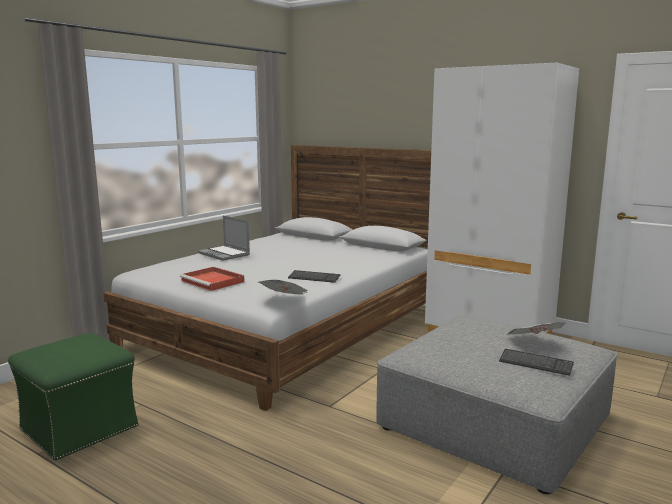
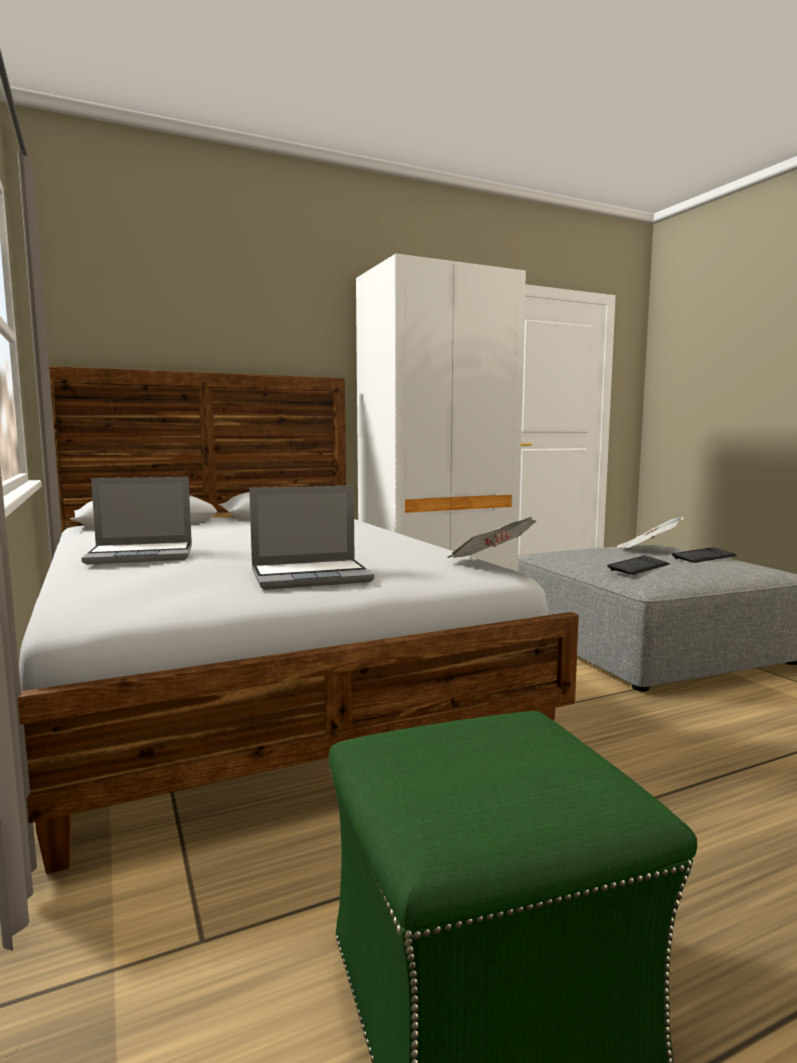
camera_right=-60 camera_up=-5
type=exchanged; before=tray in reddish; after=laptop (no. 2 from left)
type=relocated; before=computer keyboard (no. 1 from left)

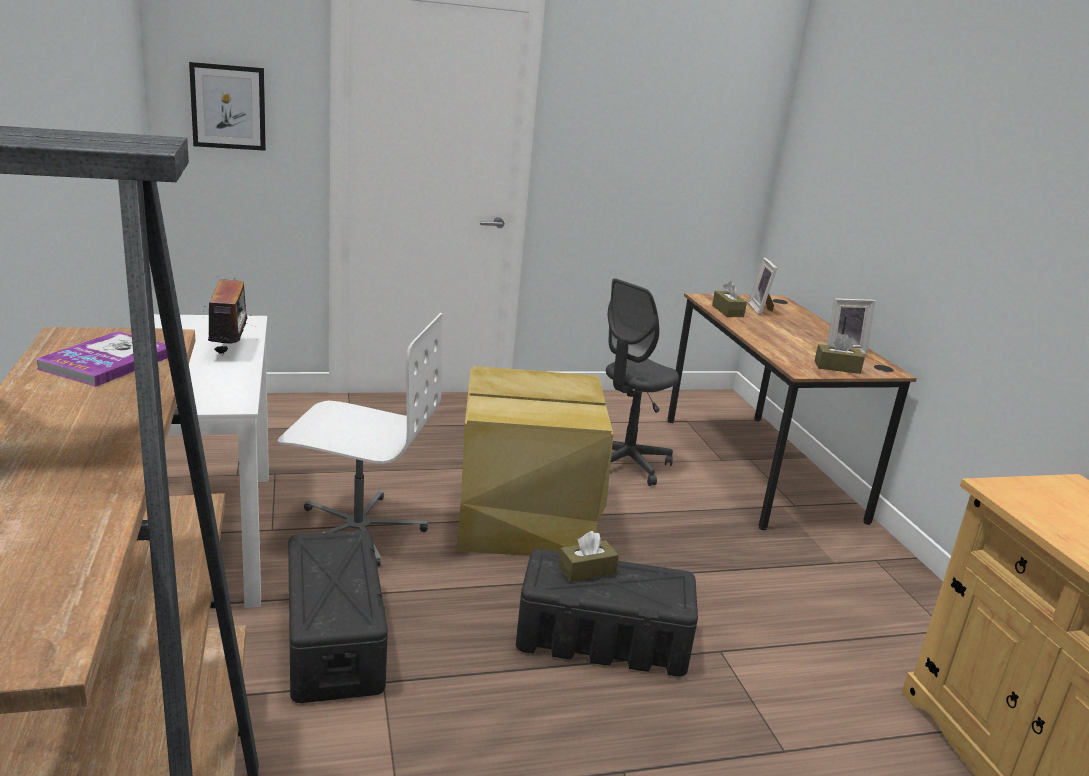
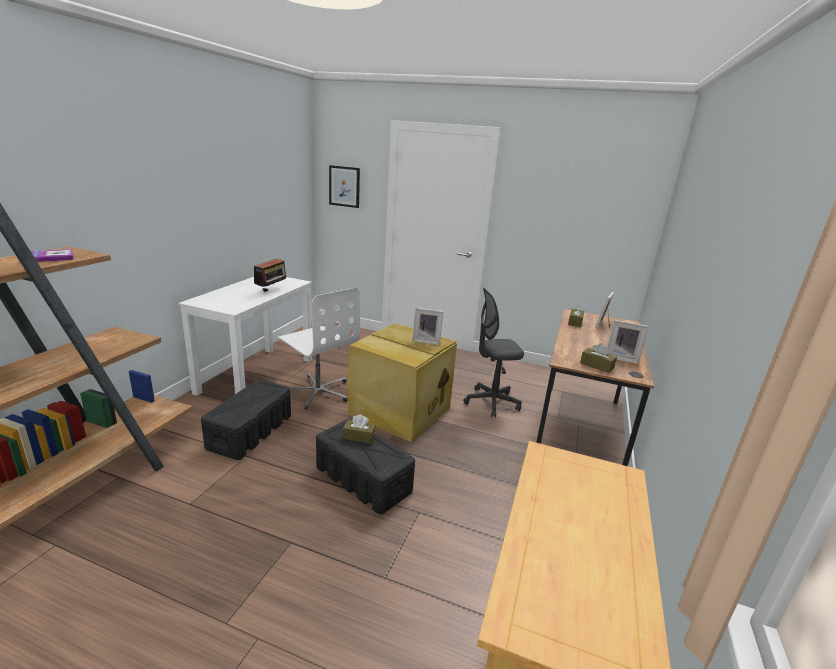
camera_right=35 camera_up=0
type=appeared; after=standing frame (no. 1 from left)

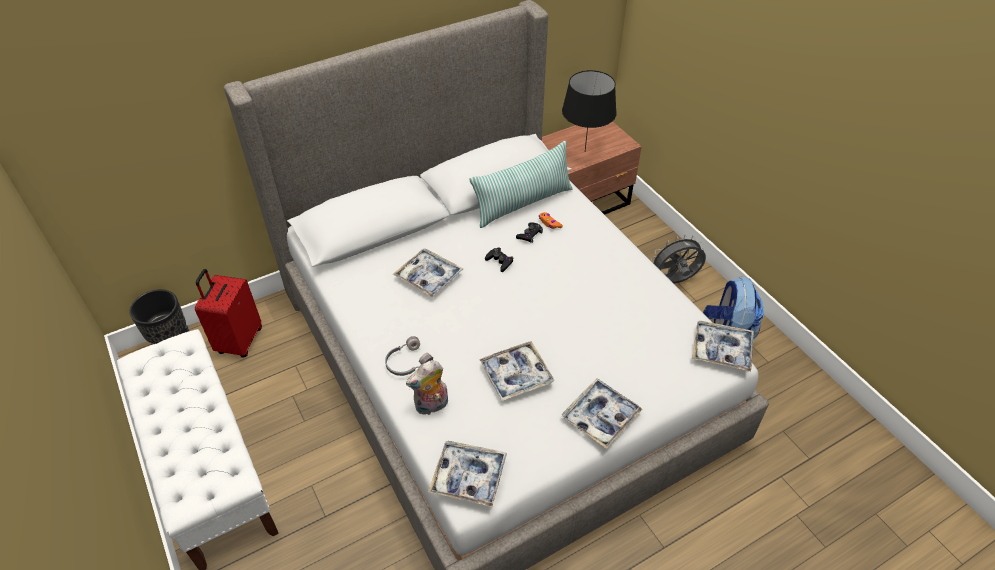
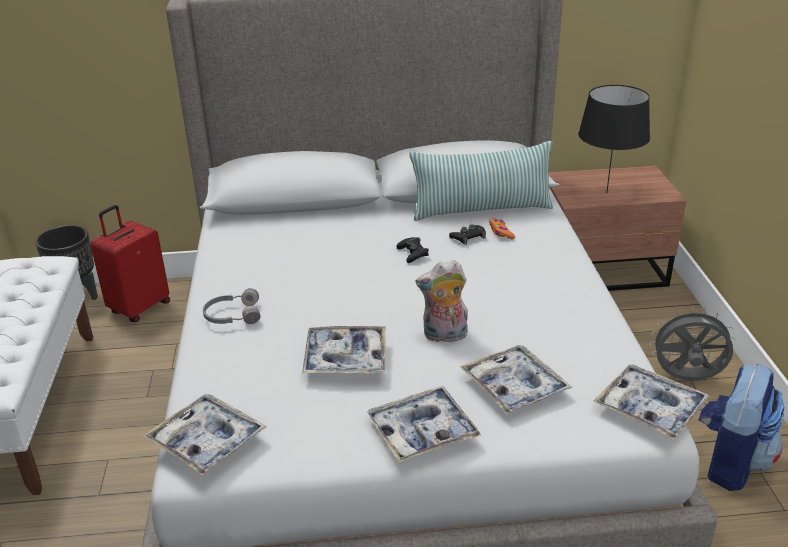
camera_right=25 camera_up=-15
type=relocated; before=tray (no. 1 from left in the first image); after=tray (no. 4 from left)
type=relocated; before=plush toy

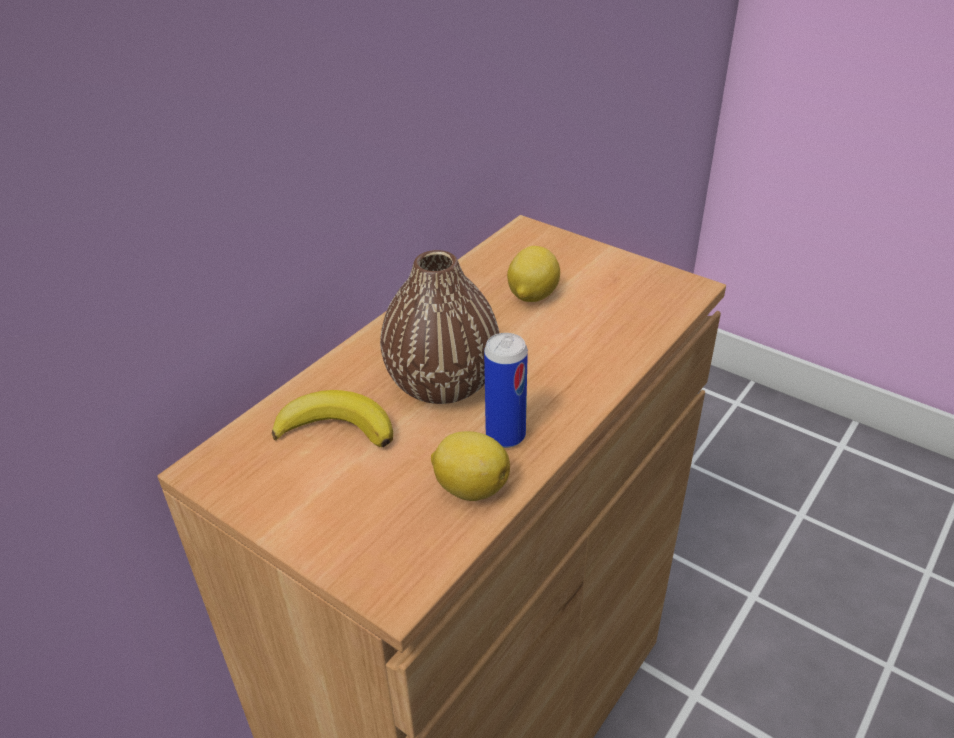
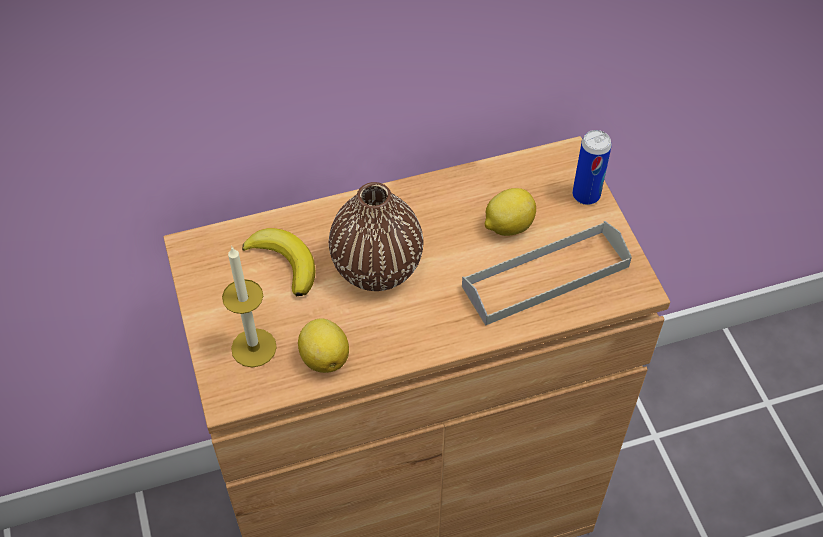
camera_right=35 camera_up=15
type=relocated; before=can
type=appeared; after=wax light
type=appeared; after=tray in gray

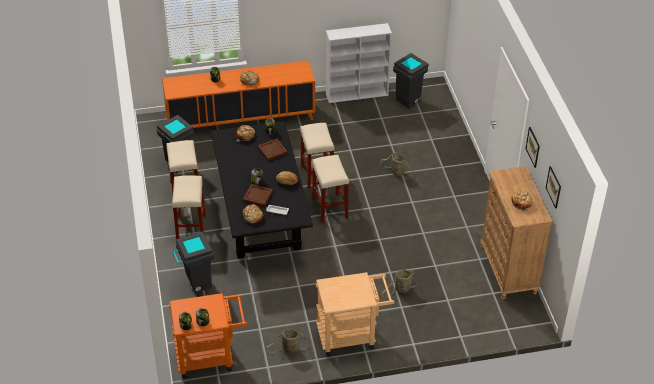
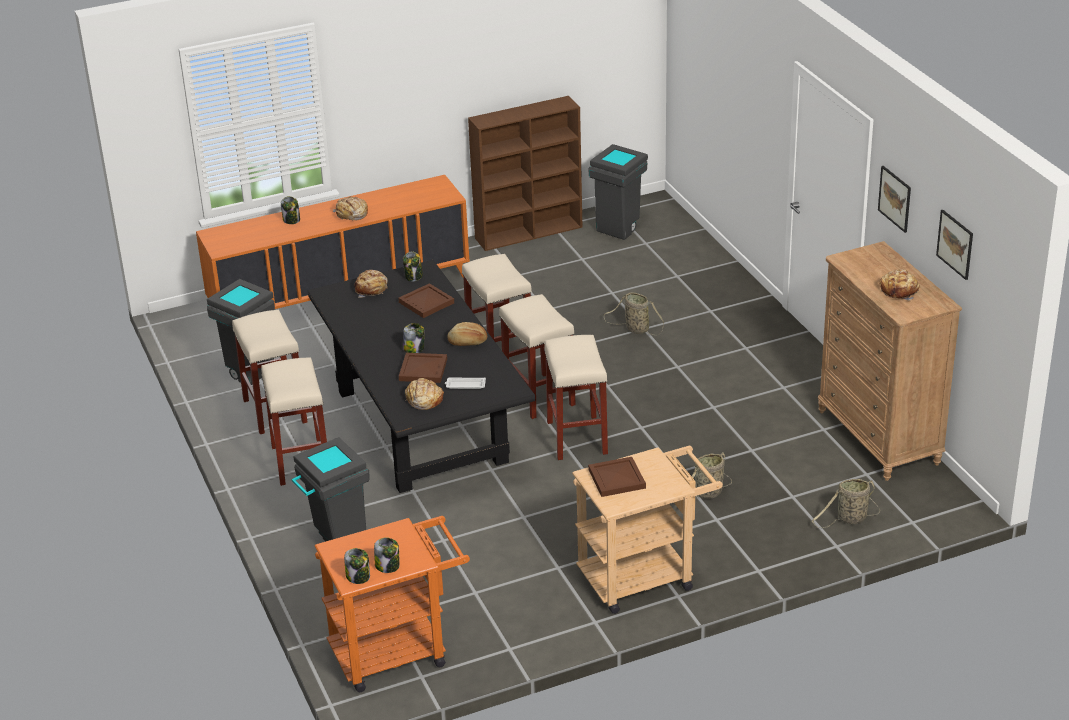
camera_right=-10 camera_up=-10
type=relocated; before=storage basket (no. 1 from left in the first image); after=storage basket (no. 3 from left)
type=colour; before=shelving unit in whitish; after=shelving unit in brownish
type=appeared; after=stool in beige (no. 5 from left)
type=appeared; after=tray in brownish (no. 3 from left)

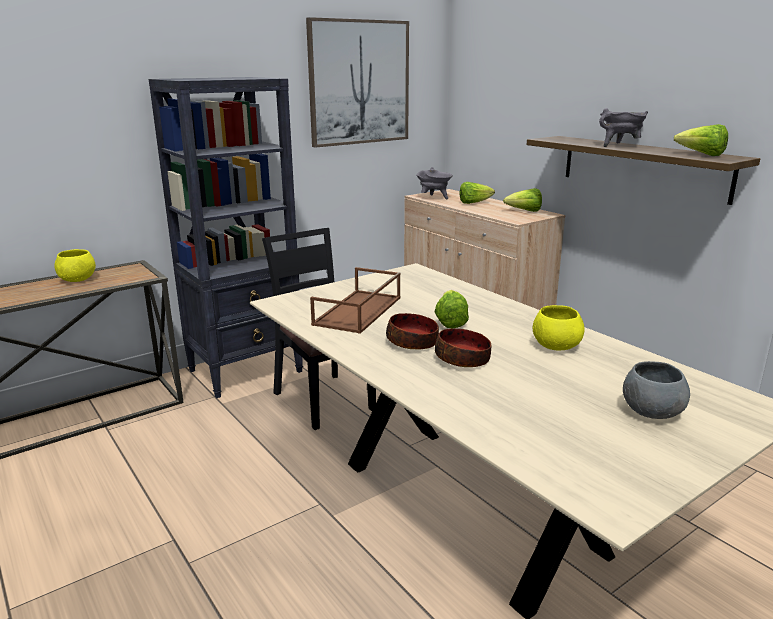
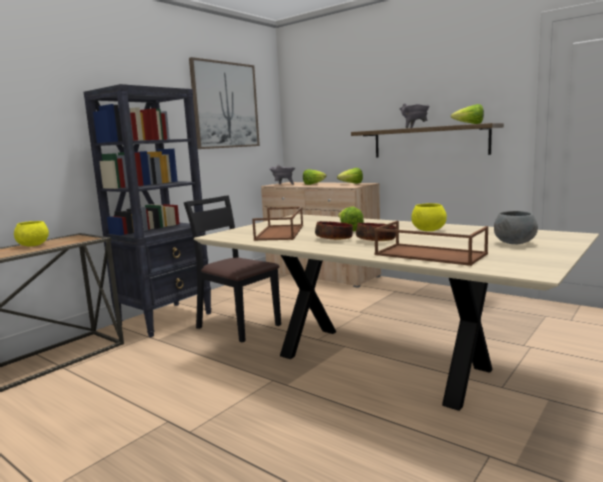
camera_right=-15 camera_up=-10
type=appeared; after=tray in brownish (no. 2 from left)

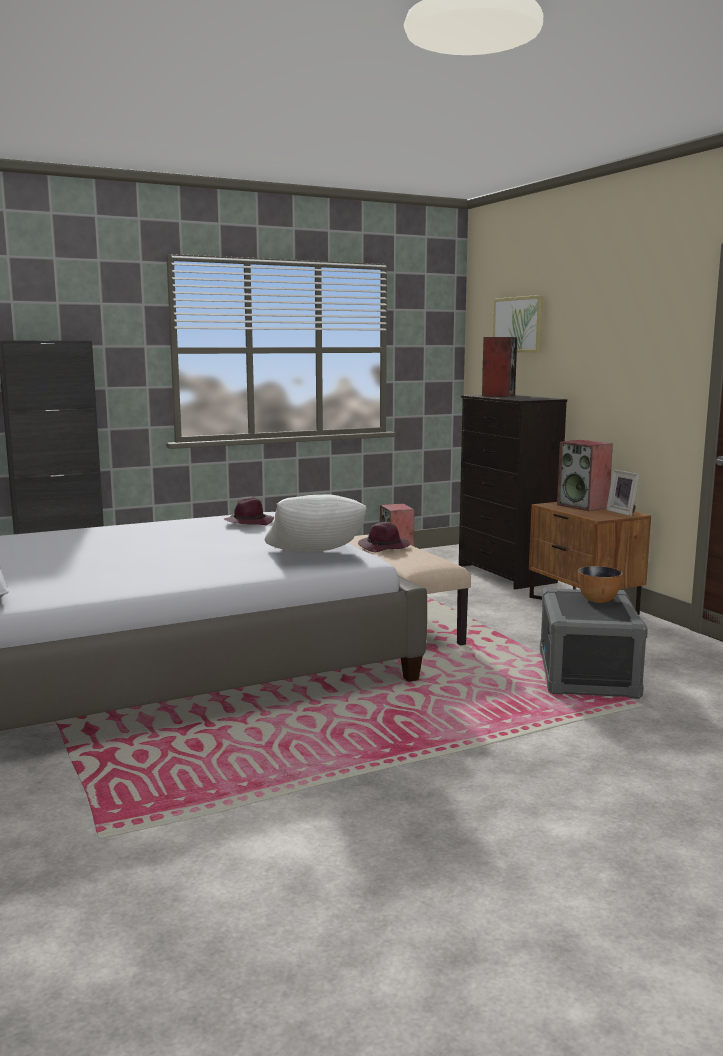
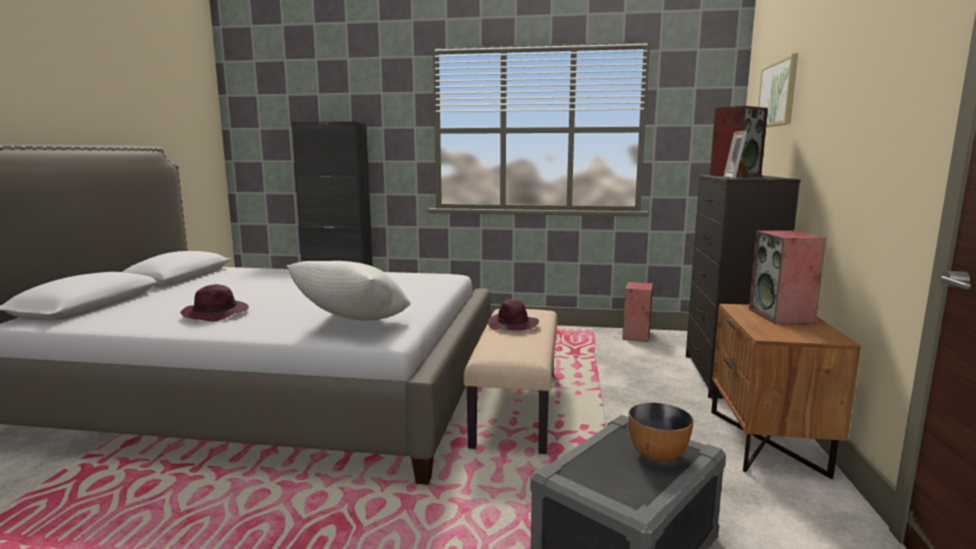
camera_right=35 camera_up=0
type=relocated; before=clothing hat in purplish (no. 1 from left)
type=relocated; before=standing frame

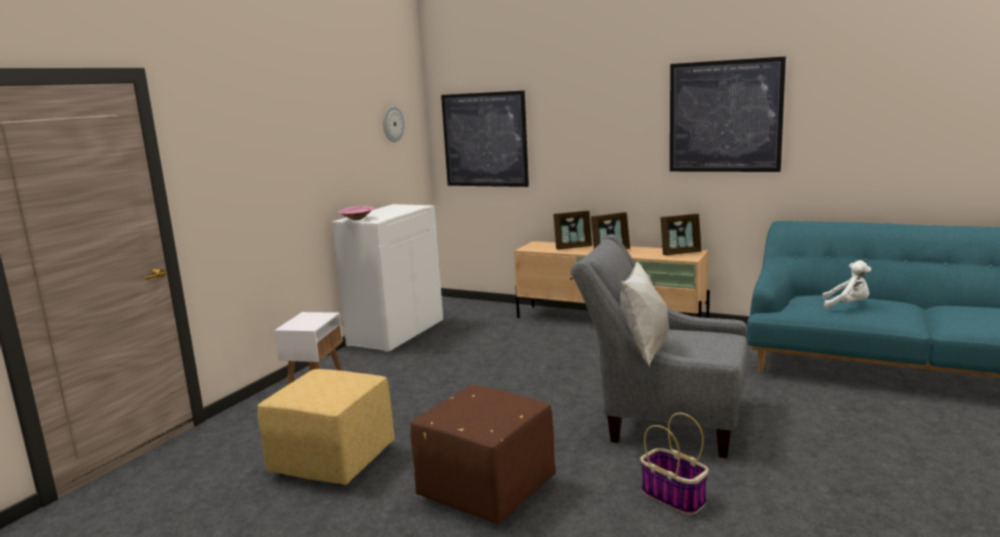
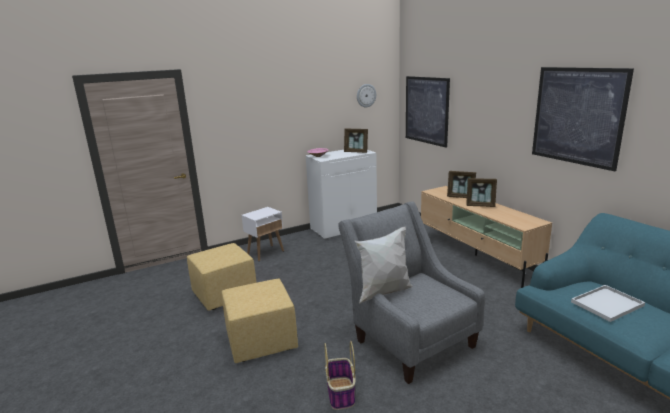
camera_right=35 camera_up=5
type=colour; before=pouffe in brownish; after=pouffe in yellow-coloured (no. 2 from left)
type=relocated; before=standing frame (no. 3 from left in the first image); after=standing frame (no. 1 from left)
type=exchanged; before=plush toy in whitish; after=tray in whitish

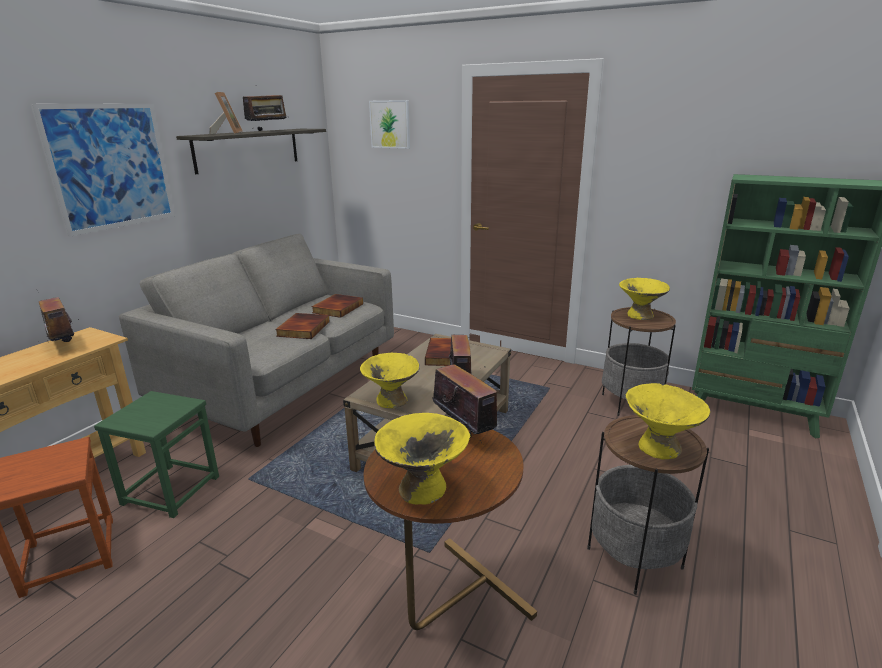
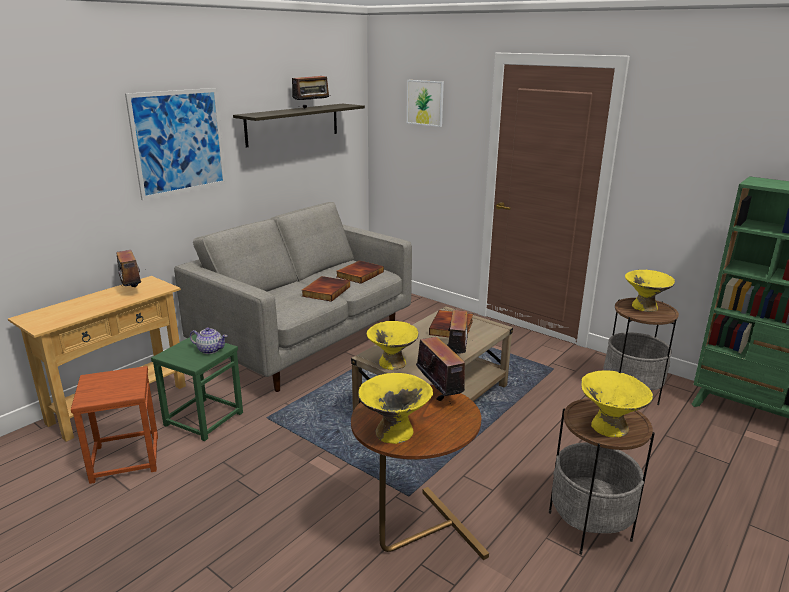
camera_right=10 camera_up=0
type=missing; before=standing frame
type=appeared; after=pot for tea

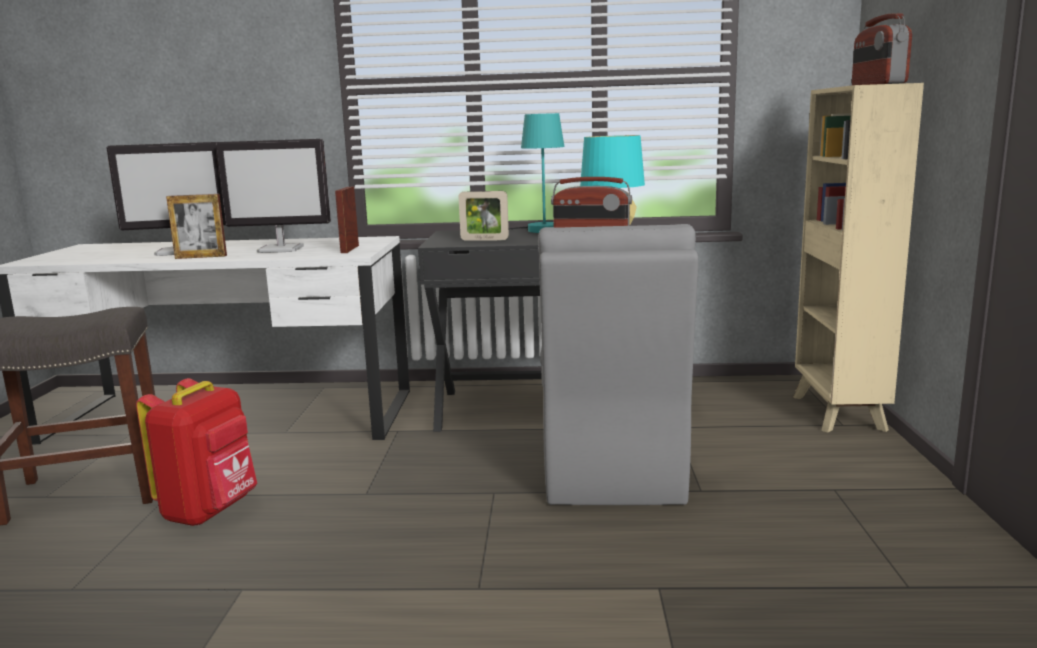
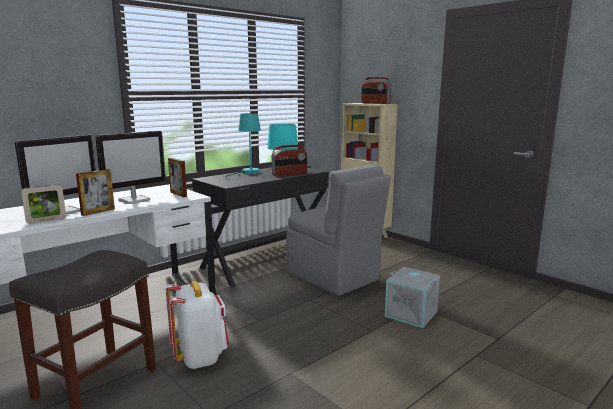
camera_right=-45 camera_up=0
type=colour; before=backpack in reddish; after=backpack in whitish
type=relocated; before=standing frame (no. 3 from left in the first image); after=standing frame (no. 1 from left)
type=appeared; after=storage box in gray

